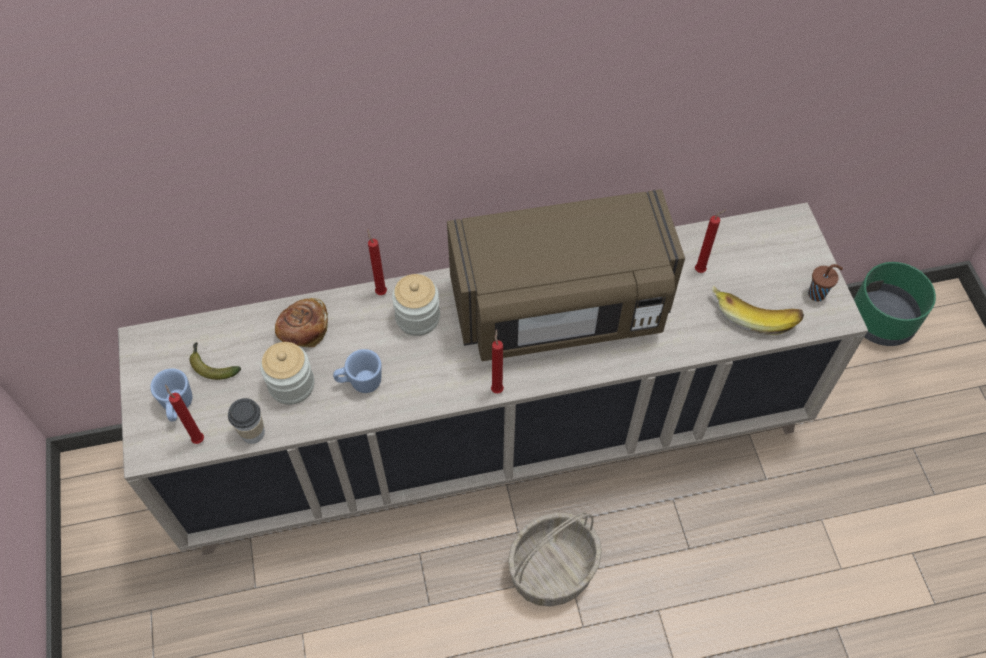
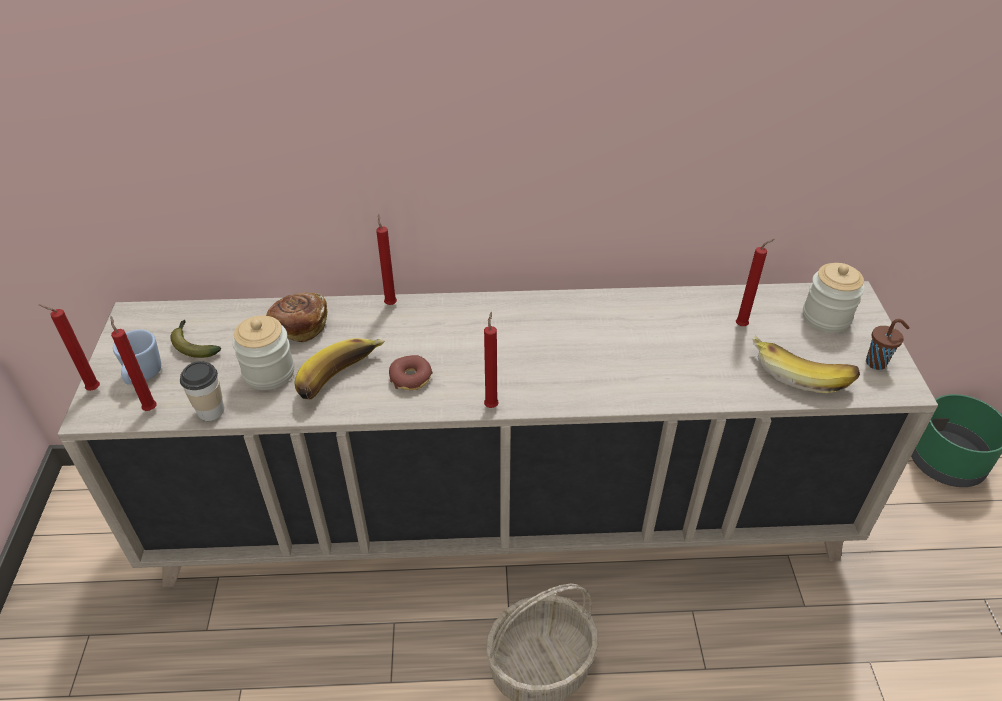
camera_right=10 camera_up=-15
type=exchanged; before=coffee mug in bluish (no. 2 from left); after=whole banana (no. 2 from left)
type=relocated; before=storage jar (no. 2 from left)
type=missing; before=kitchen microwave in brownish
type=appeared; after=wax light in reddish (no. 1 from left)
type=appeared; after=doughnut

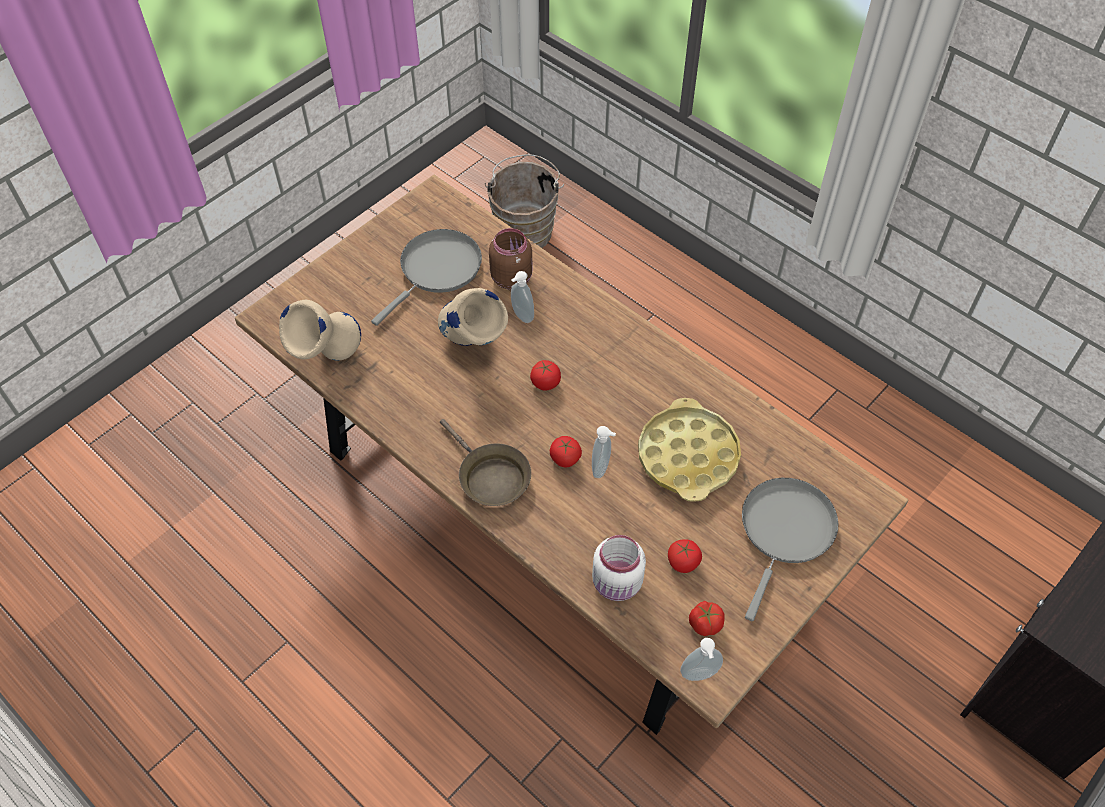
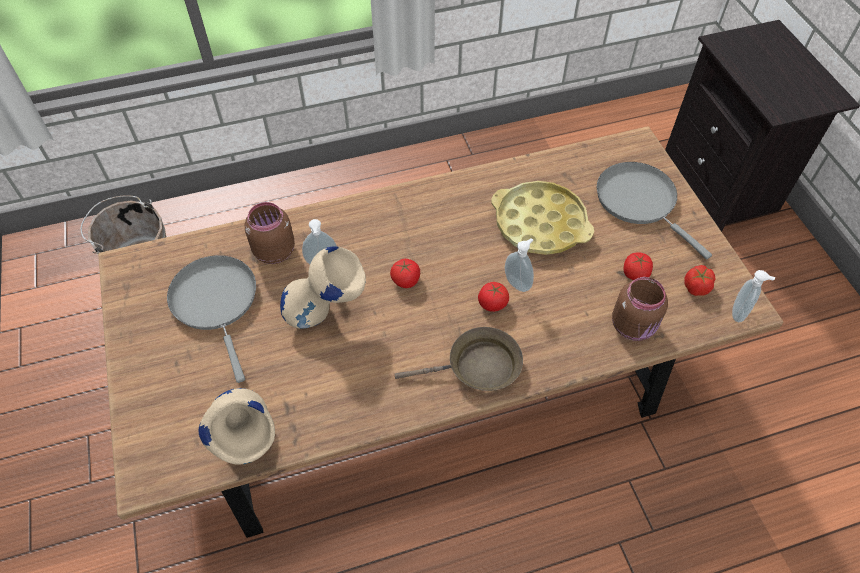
camera_right=-60 camera_up=0
type=colour; before=storage jar in whitish; after=storage jar in brownish (no. 2 from left)

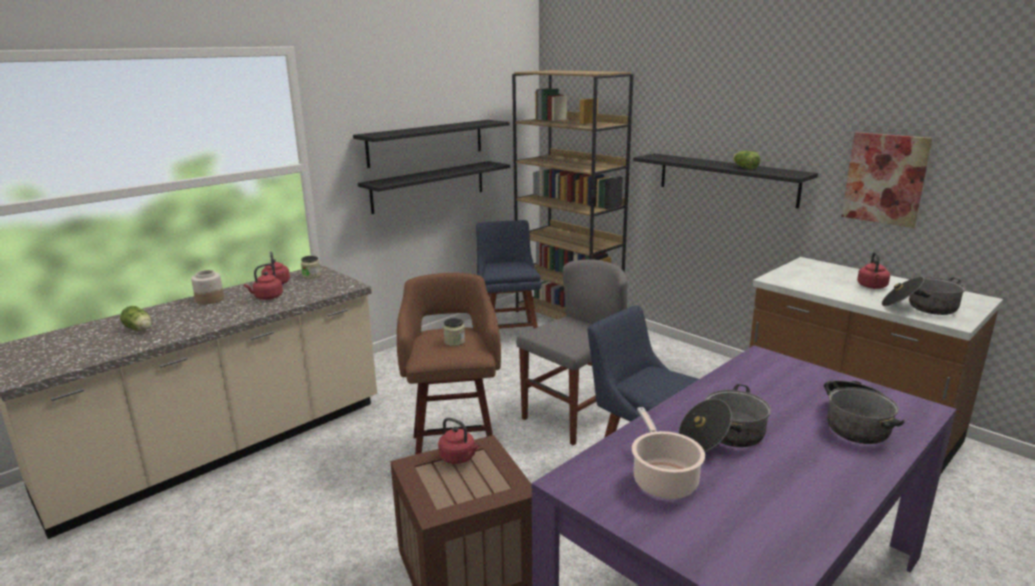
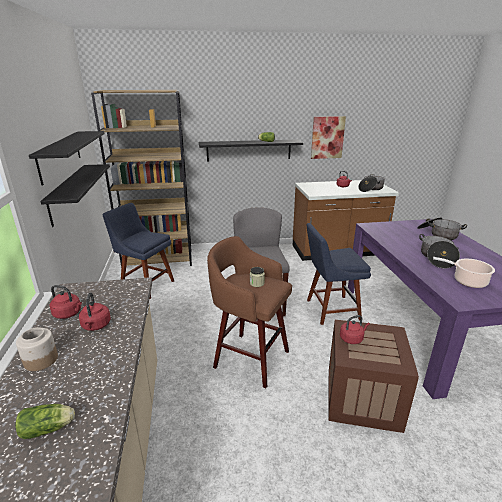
camera_right=-55 camera_up=5
type=missing; before=storage jar (no. 2 from left)

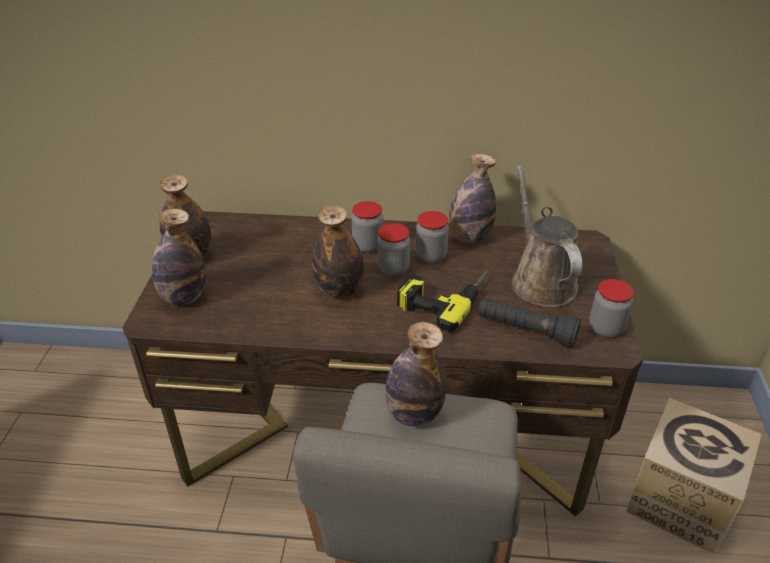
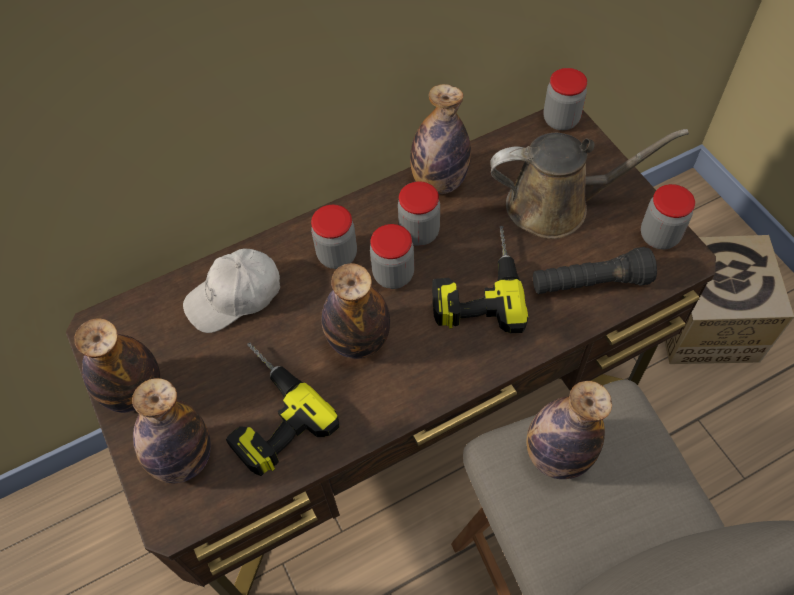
camera_right=-30 camera_up=20
type=spun; before=watering pot in brownish; turn=135
type=appeared; after=peaked cap in whitish
type=appeared; after=power drill (no. 1 from left)
type=appeared; after=storage jar (no. 4 from left)

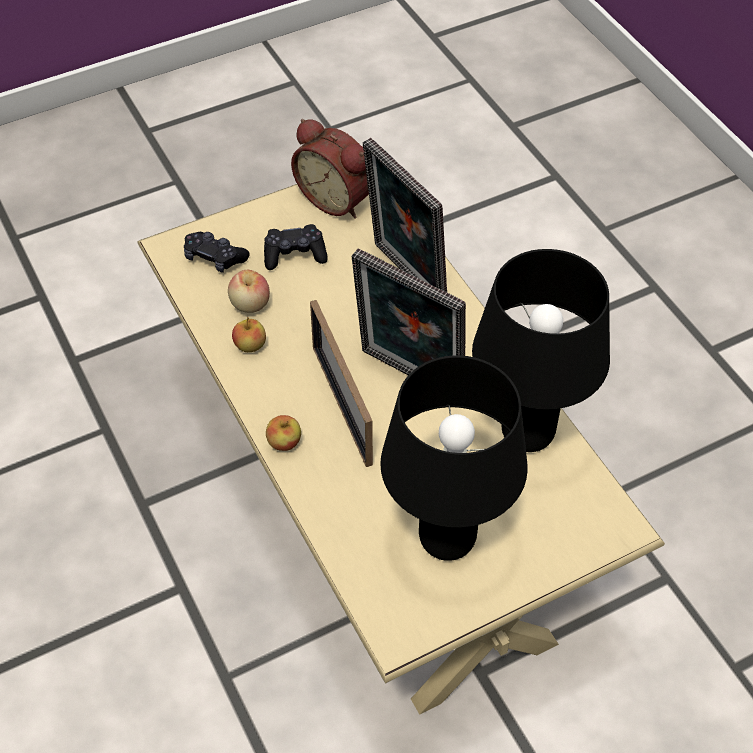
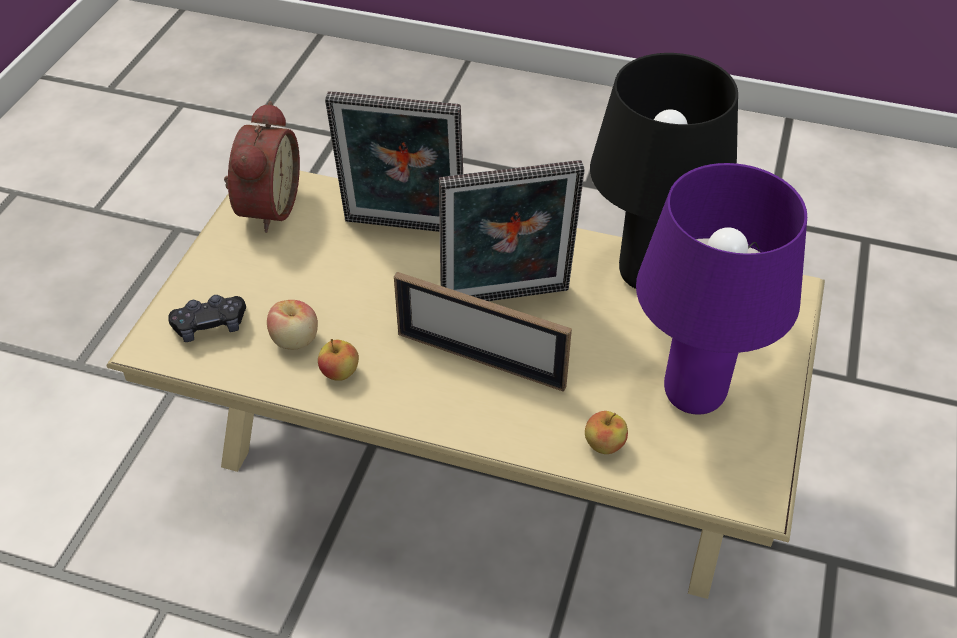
camera_right=-45 camera_up=-5
type=missing; before=joypad in black-coloured (no. 2 from left)
type=relocated; before=whole apple (no. 3 from left)
type=spun; before=alarm clock; turn=-75
type=colour; before=table lamp in black-coloured (no. 1 from left); after=table lamp in purplish

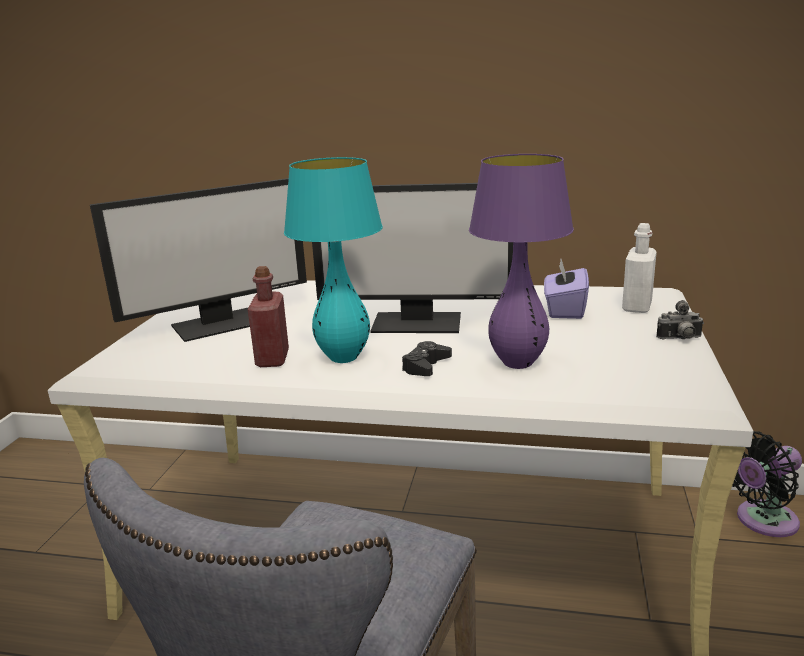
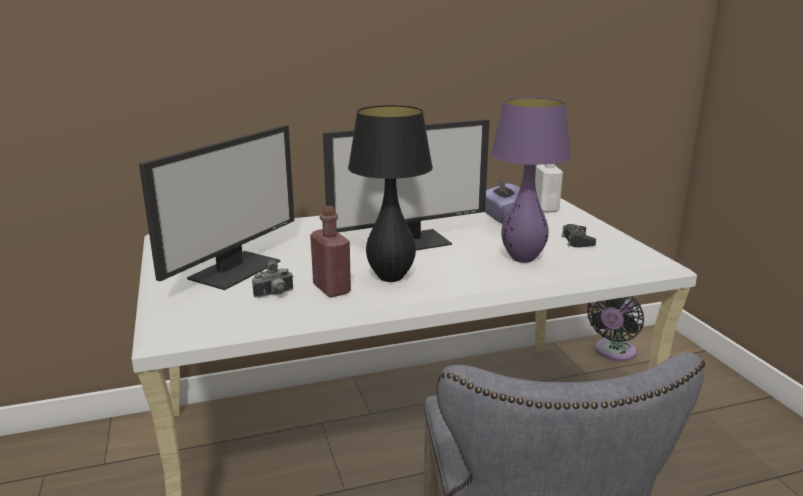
camera_right=-30 camera_up=0
type=colour; before=table lamp in turquoise; after=table lamp in black-coloured
type=relocated; before=joypad in black-coloured
type=relocated; before=still camera

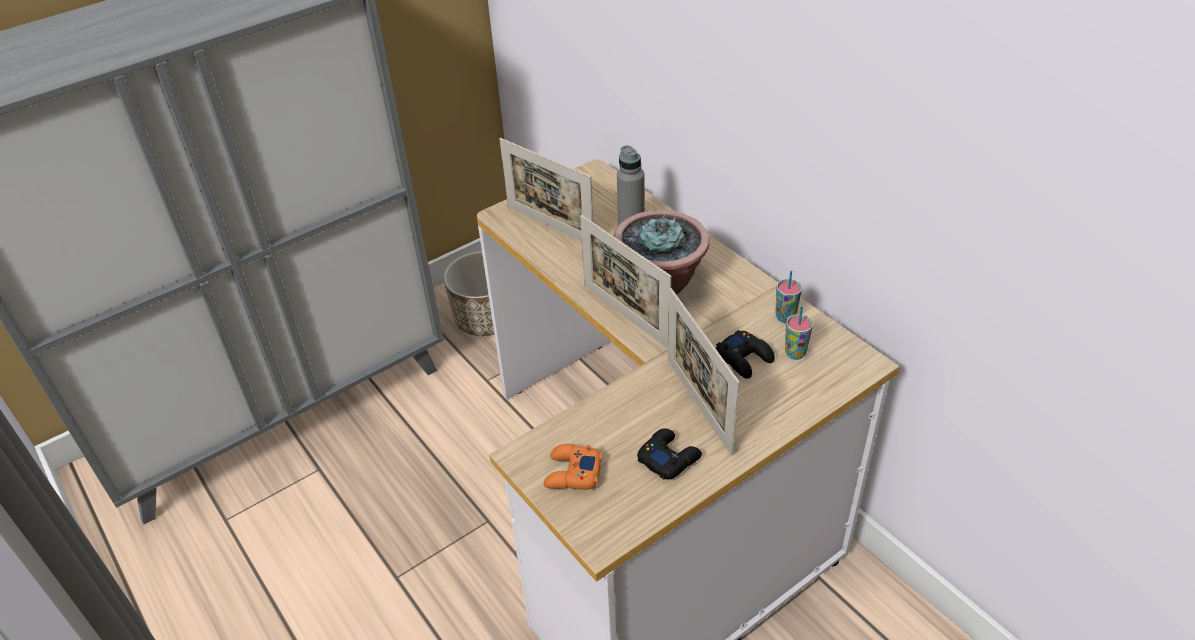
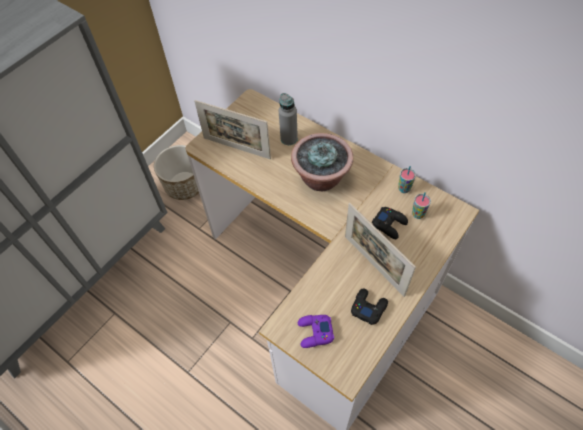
camera_right=-15 camera_up=15
type=colour; before=joypad in orange-coloured; after=joypad in purplish
type=missing; before=standing frame (no. 2 from left)

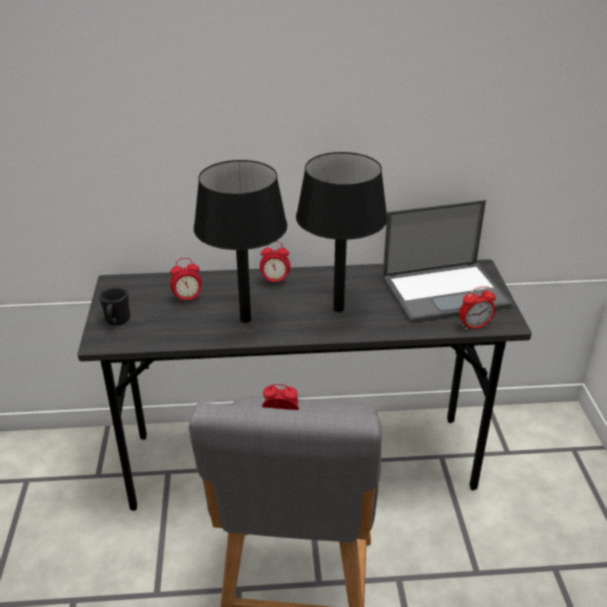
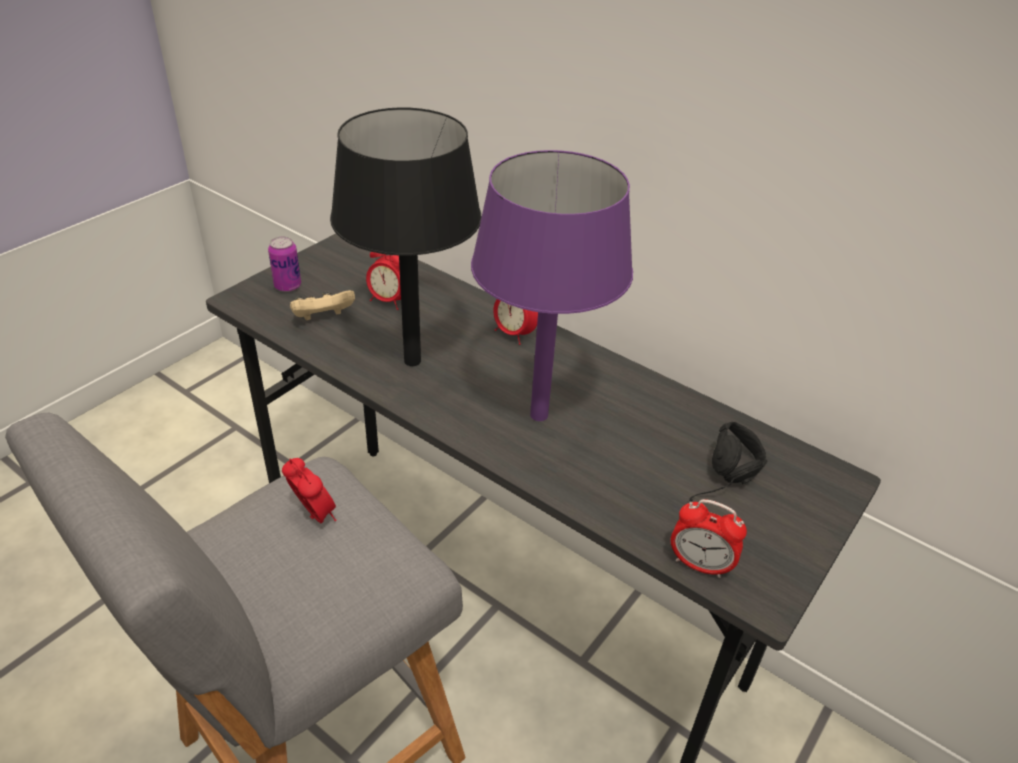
camera_right=40 camera_up=5
type=exchanged; before=coffee mug in black-coloured; after=can
type=colour; before=table lamp in black-coloured (no. 2 from left); after=table lamp in purplish
type=exchanged; before=laptop; after=pair of headphones in black-coloured
type=appeared; after=joypad in beige

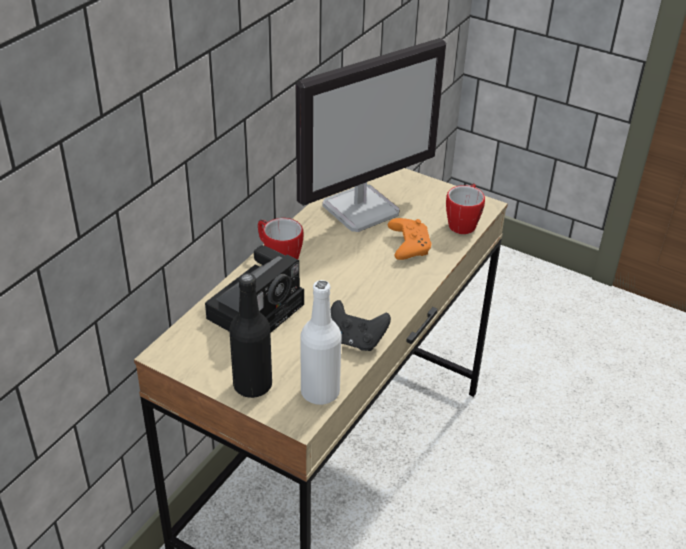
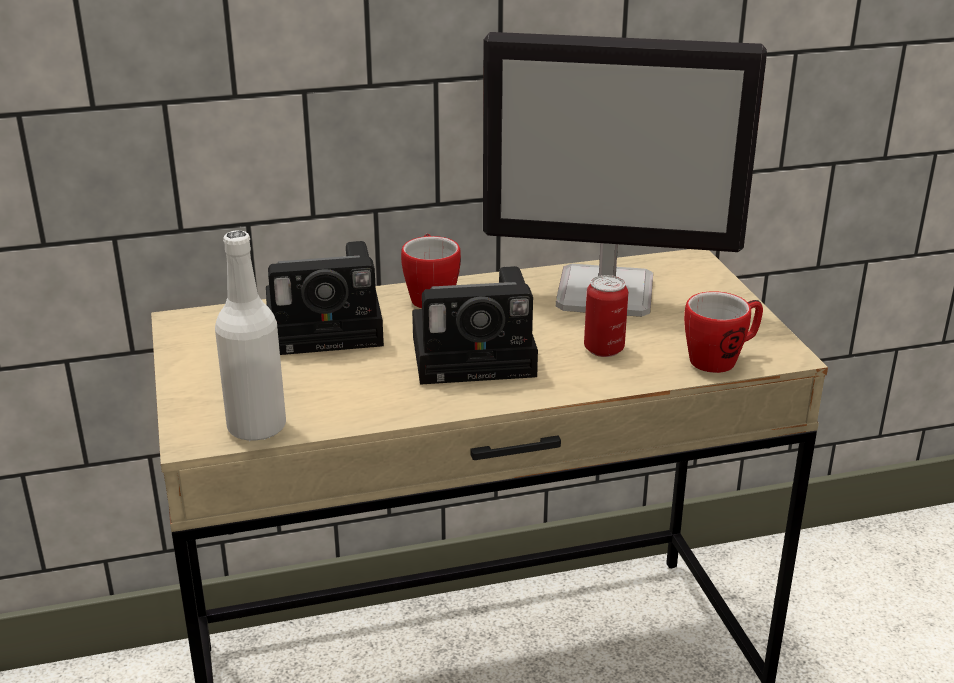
camera_right=45 camera_up=-10
type=missing; before=beverage bottle in black-coloured
type=missing; before=joypad in black-coloured
type=exchanged; before=joypad in orange-coloured; after=can
type=appeared; after=still camera (no. 2 from left)

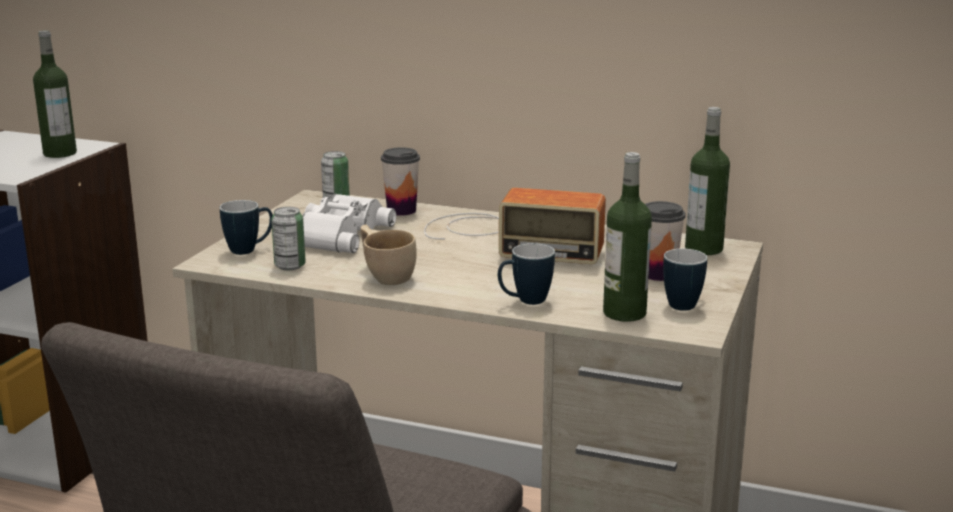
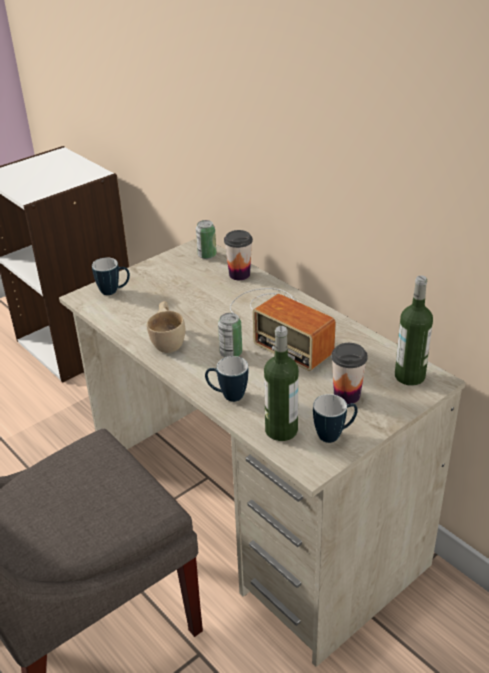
camera_right=30 camera_up=15
type=missing; before=beverage bottle (no. 1 from left)
type=relocated; before=can (no. 1 from left in the first image); after=can (no. 2 from left)
type=missing; before=binoculars in whitish

